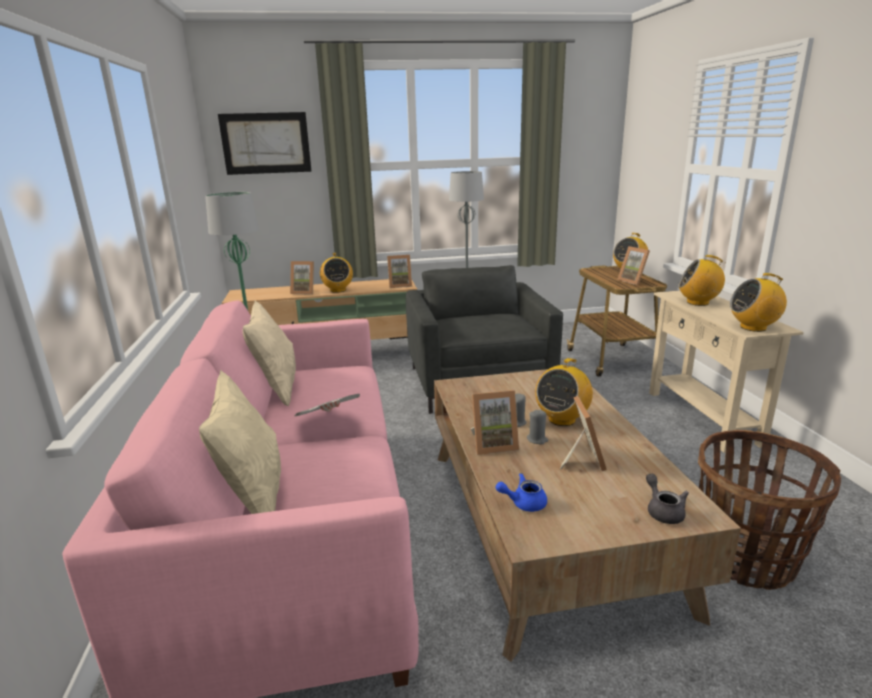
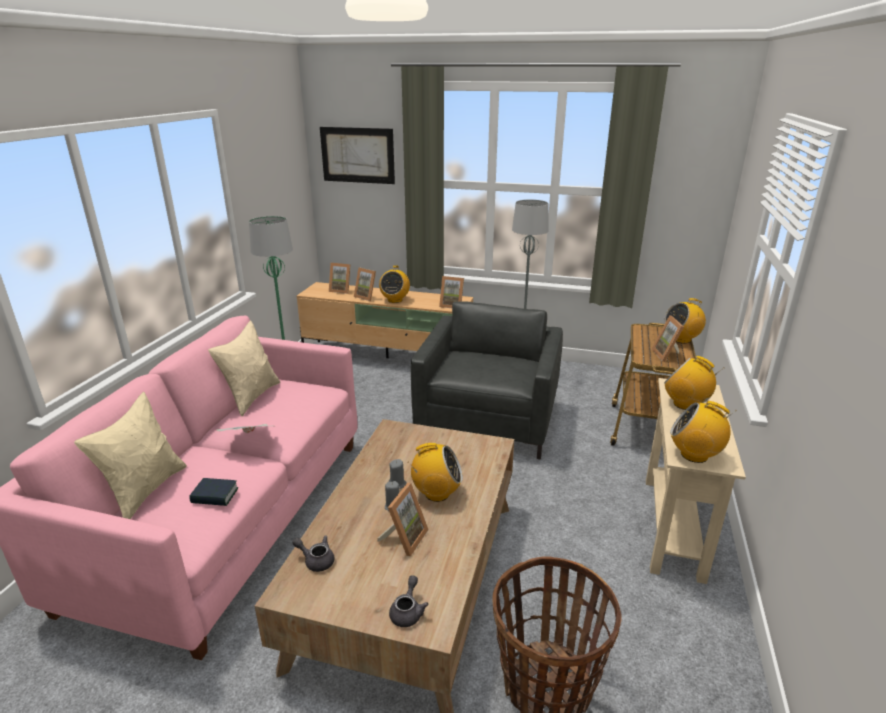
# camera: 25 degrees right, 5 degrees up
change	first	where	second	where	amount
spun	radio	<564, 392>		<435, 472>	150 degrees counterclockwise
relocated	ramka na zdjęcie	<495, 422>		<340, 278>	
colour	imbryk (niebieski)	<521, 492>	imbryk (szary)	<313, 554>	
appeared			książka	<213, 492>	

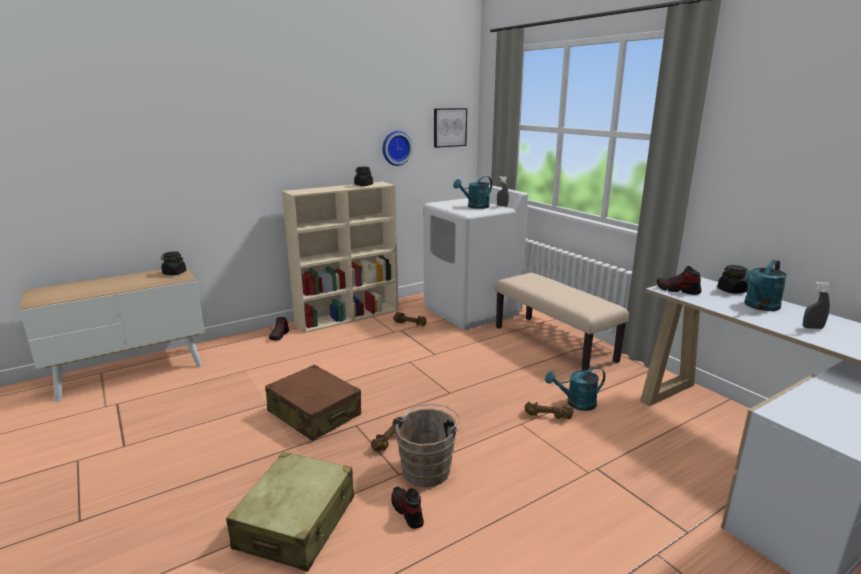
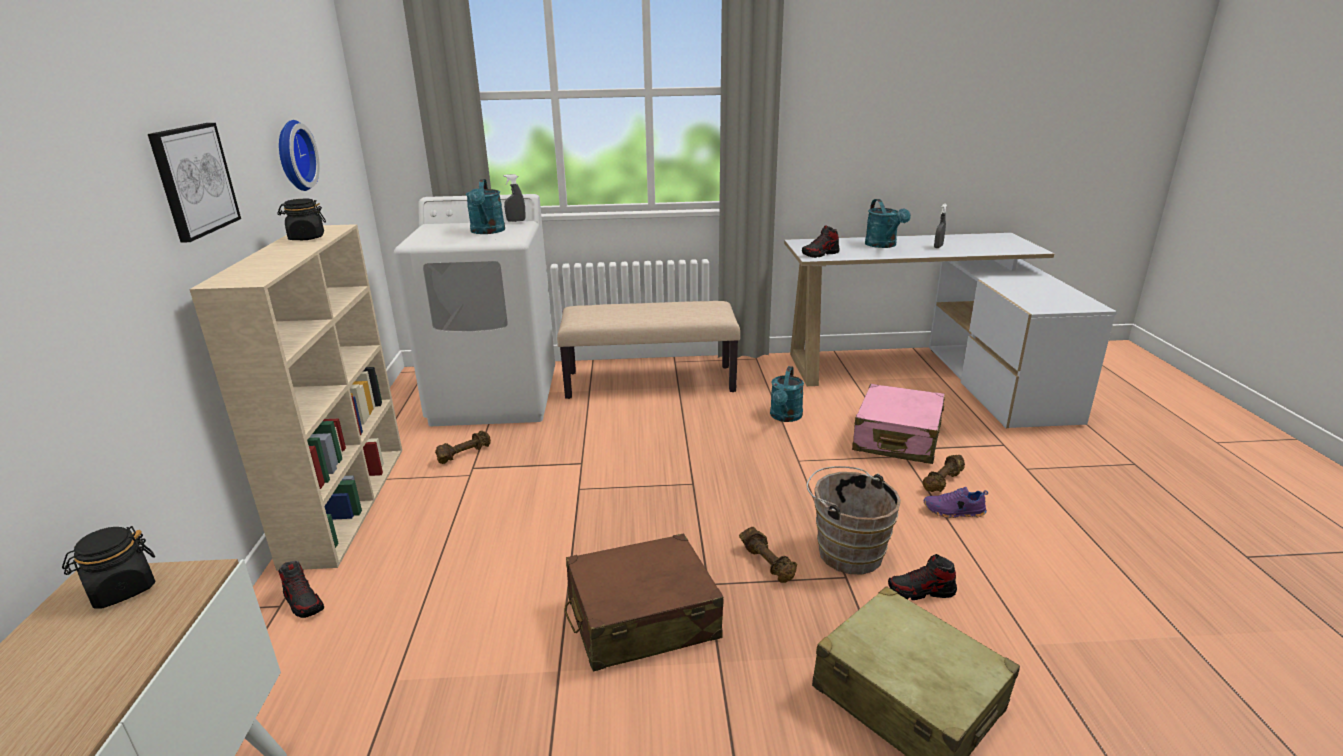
# camera: 60 degrees left, 5 degrees up
change	first	where	second	where	amount
relocated	obraz	<450, 128>		<194, 183>	
missing	słoik (czarny)	<732, 279>			
relocated	hantel (brązowy)	<549, 410>		<943, 473>	
appeared			walizka (różowy)	<898, 424>	
appeared			but (fioletowy)	<956, 502>	

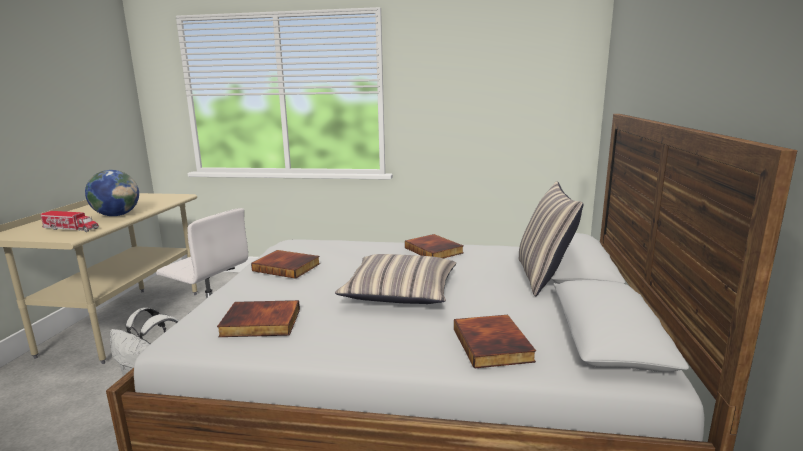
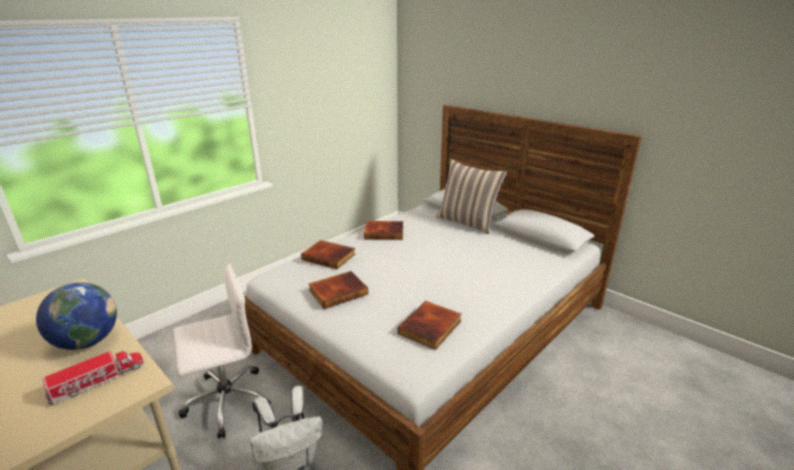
# camera: 55 degrees left, 10 degrees up
change	first	where	second	where	amount
missing	poduszka	<395, 279>			
relocated	książka	<495, 342>		<328, 254>	

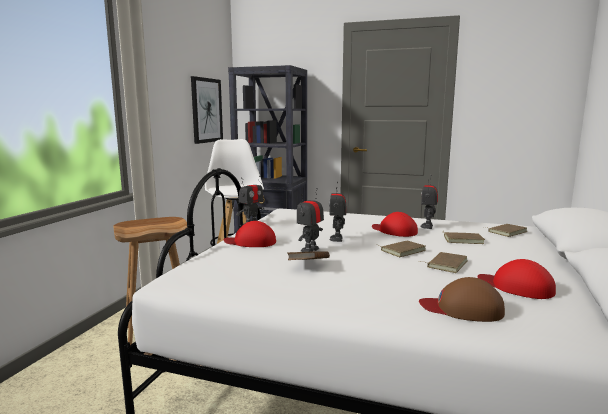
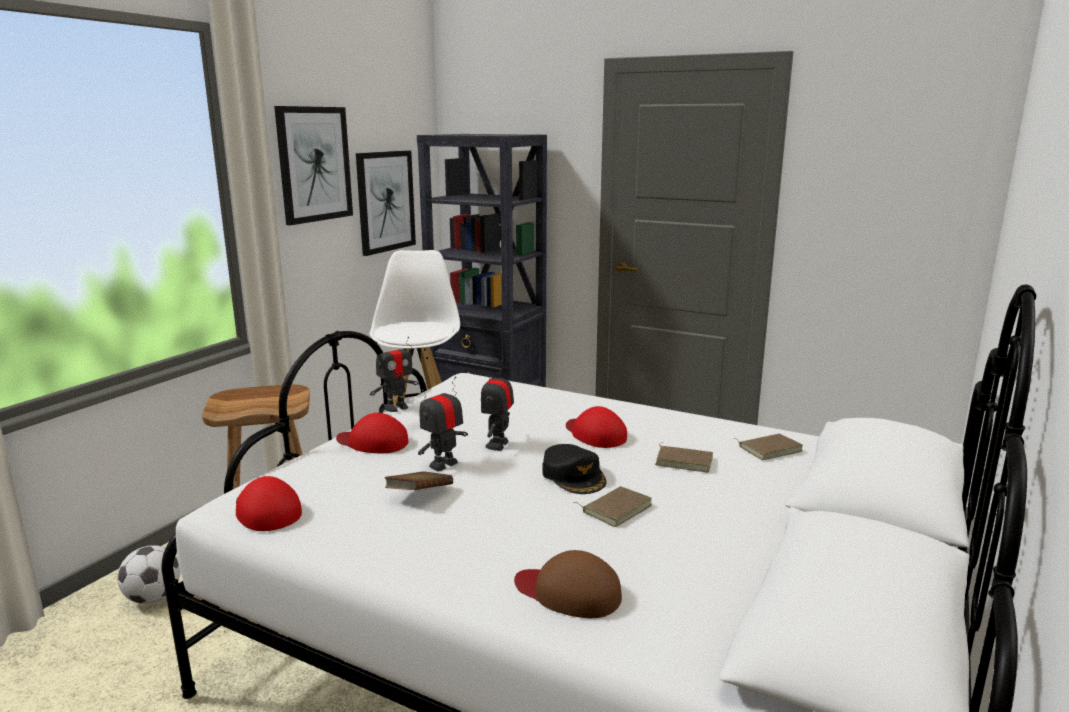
# camera: 10 degrees right, 5 degrees up
change	first	where	second	where	amount
missing	robot zabawkowy	<429, 202>			
exchanged	książka (brązowy)	<402, 249>	czapka z daszkiem (czarny)	<574, 469>	
relocated	czapka z daszkiem (czerwony)	<517, 279>		<269, 503>	
appeared			obraz	<313, 165>	
appeared			piłka futbolowa	<148, 574>	

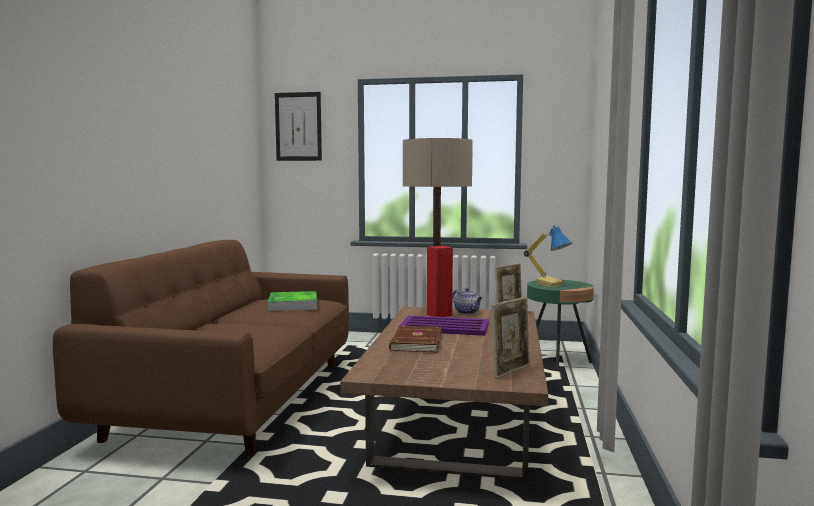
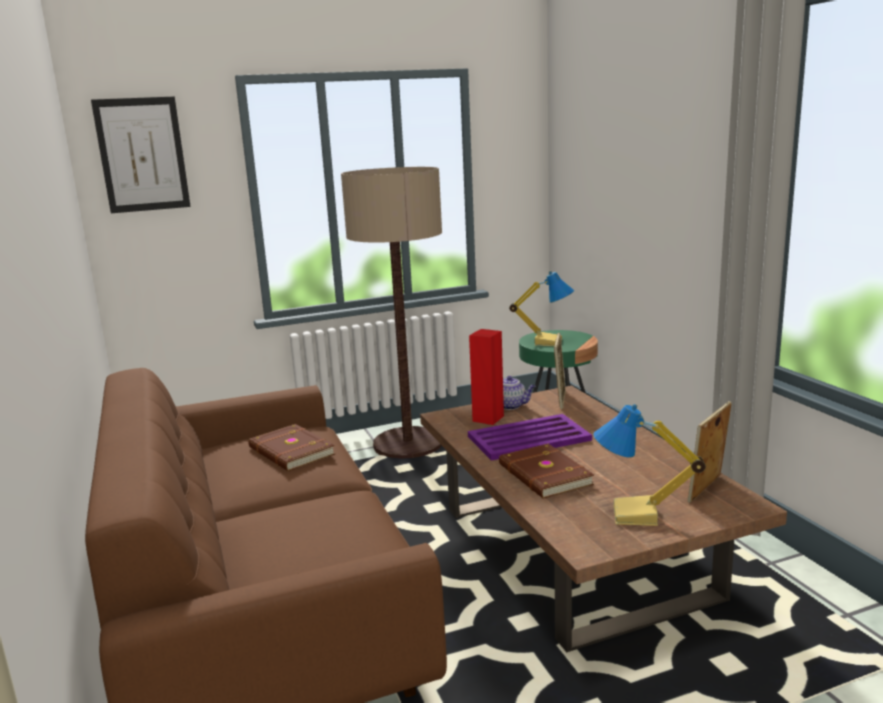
# camera: 30 degrees left, 10 degrees up
change	first	where	second	where	amount
exchanged	taca	<292, 301>	książka (brązowy)	<291, 447>	
spun	ramka na zdjęcie	<510, 338>		<709, 452>	150 degrees counterclockwise
appeared			lampa stołowa	<649, 465>	

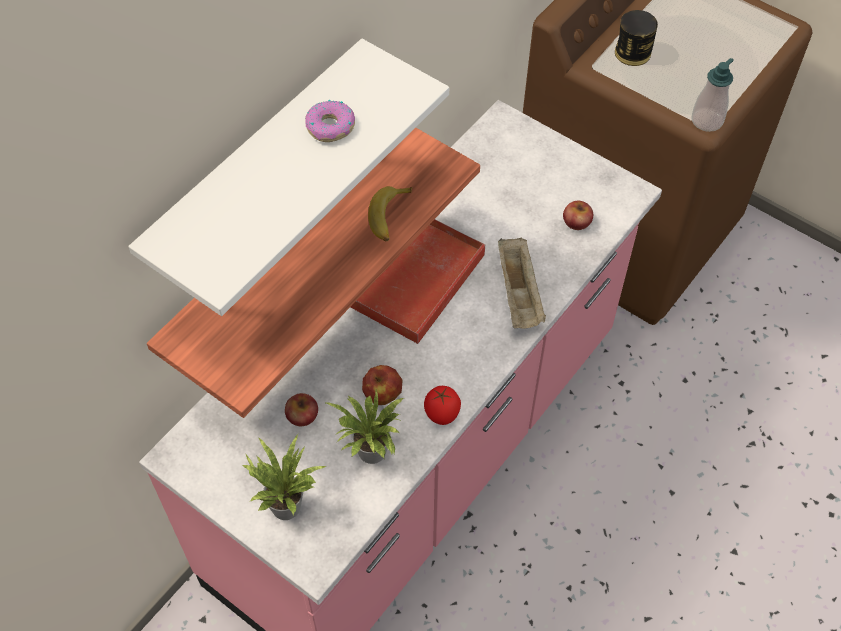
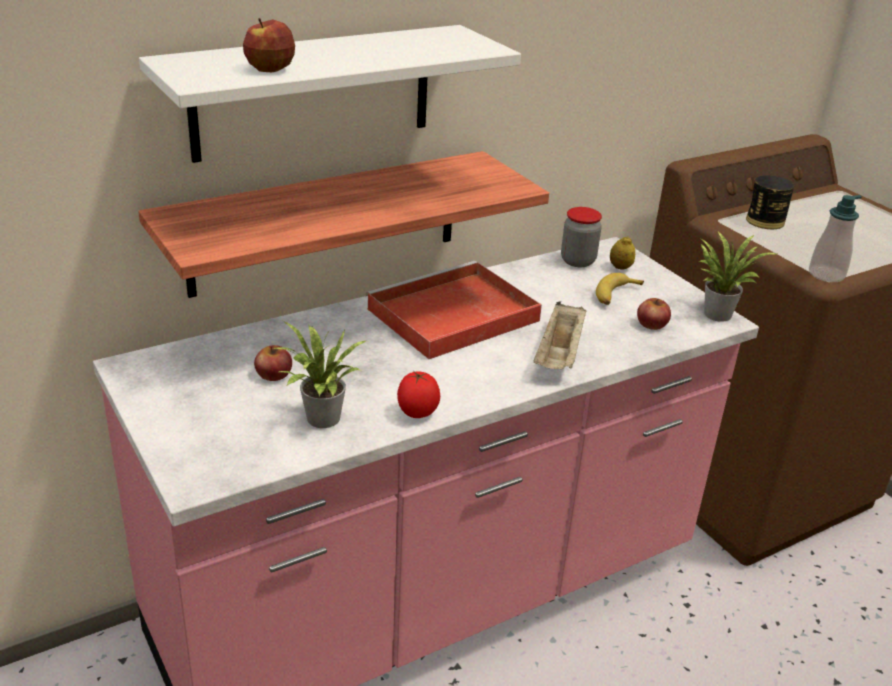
# camera: 20 degrees right, 25 degrees down
change	first	where	second	where	amount
missing	donut	<330, 121>			
relocated	banan	<390, 214>		<620, 289>	
relocated	jabłko	<382, 385>		<269, 45>	
relocated	roślina doniczkowa	<284, 477>		<738, 276>	
appeared			słoik	<581, 237>	
appeared			cytryna	<622, 253>	

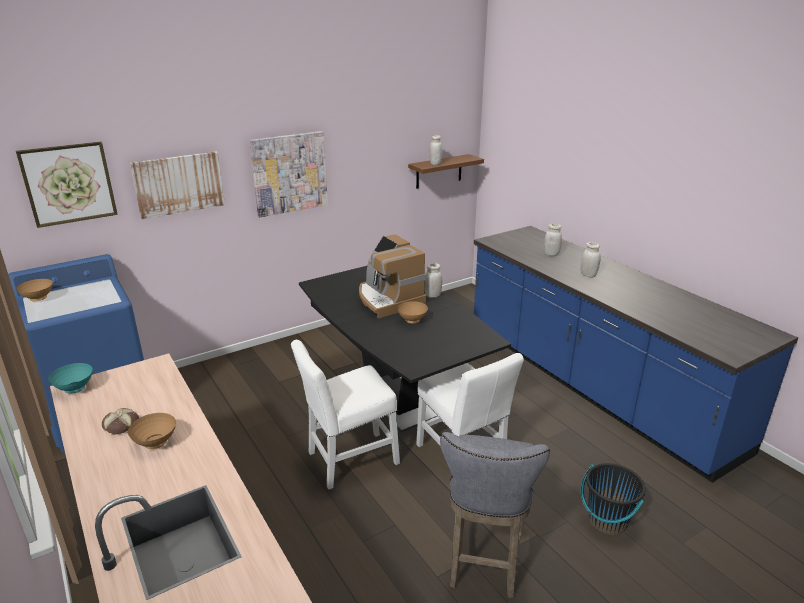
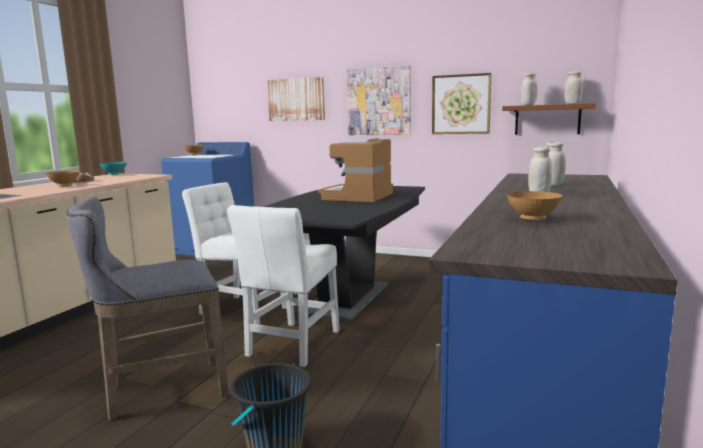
# camera: 55 degrees right, 15 degrees down
change	first	where	second	where	amount
relocated	obraz	<67, 185>		<462, 103>	
relocated	słoik (biały)	<433, 280>		<573, 87>	
relocated	miska (brązowy)	<412, 312>		<534, 205>	

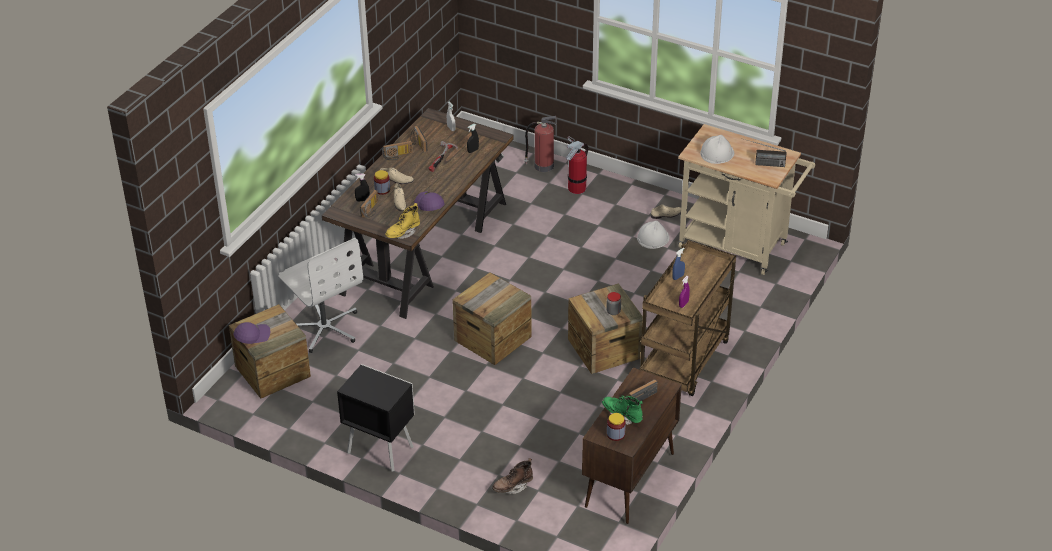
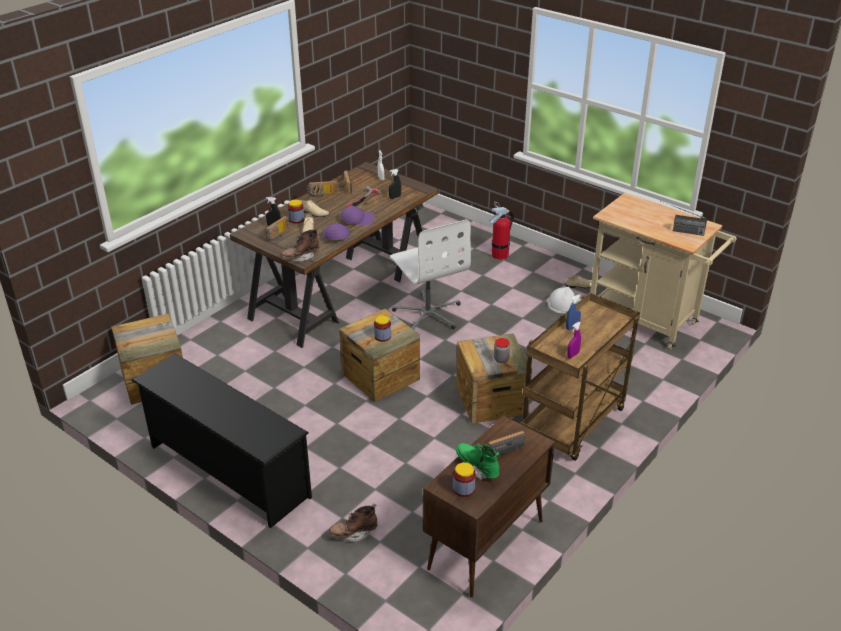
# camera: 10 degrees right, 5 degrees down
change	first	where	second	where	amount
missing	gaśnica	<540, 144>			
missing	kask (biały)	<717, 149>			
colour	but z cholewką (żółty)	<402, 221>	but z cholewką (brązowy)	<300, 245>	
relocated	krzesło biurowe (biały)	<320, 295>		<430, 274>	
relocated	czapka z daszkiem (fioletowy)	<252, 333>		<357, 215>	
exchanged	szafka nocna (czarny)	<376, 418>	regał na buty (czarny)	<221, 440>	
appeared			słoik	<382, 328>	

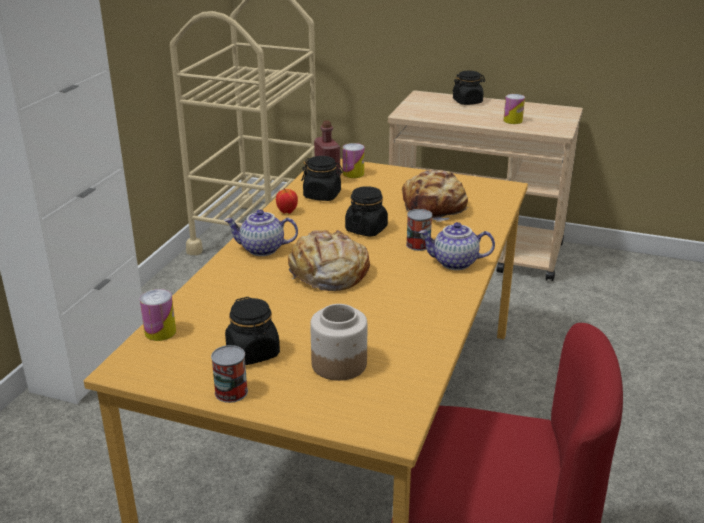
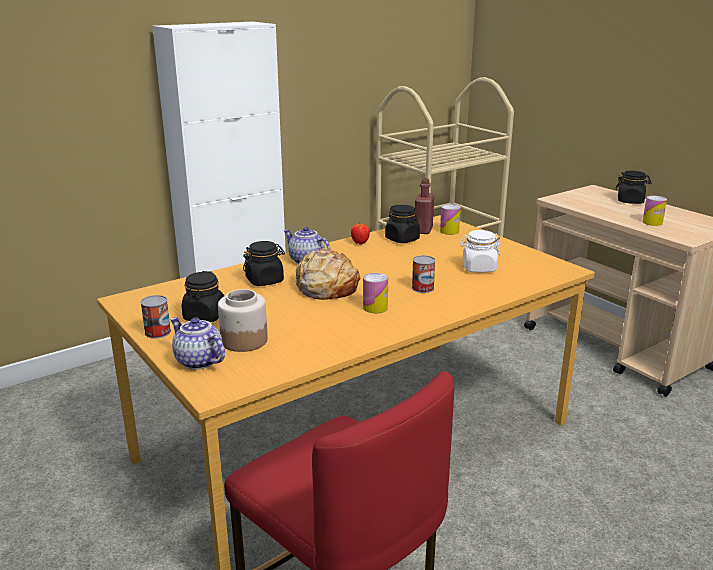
# camera: 35 degrees right, 5 degrees down
change	first	where	second	where	amount
exchanged	chleb	<435, 196>	słoik (biały)	<480, 251>	
relocated	słoik (czarny)	<366, 211>		<264, 263>	
relocated	imbryk	<457, 246>		<197, 343>	
relocated	puszka	<158, 315>		<375, 293>	

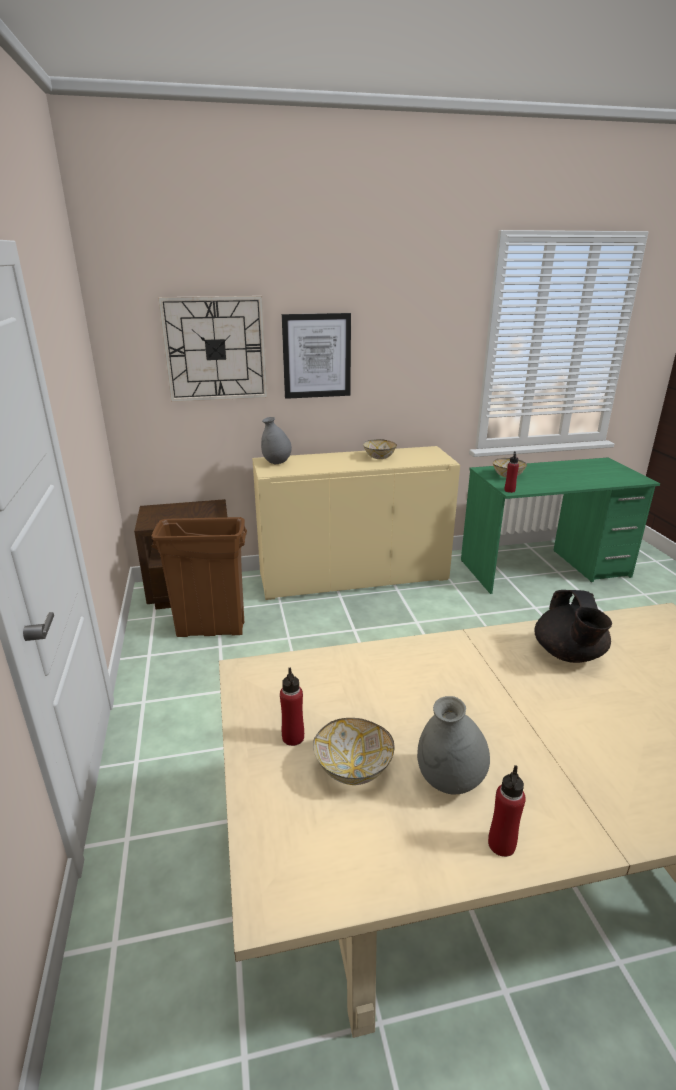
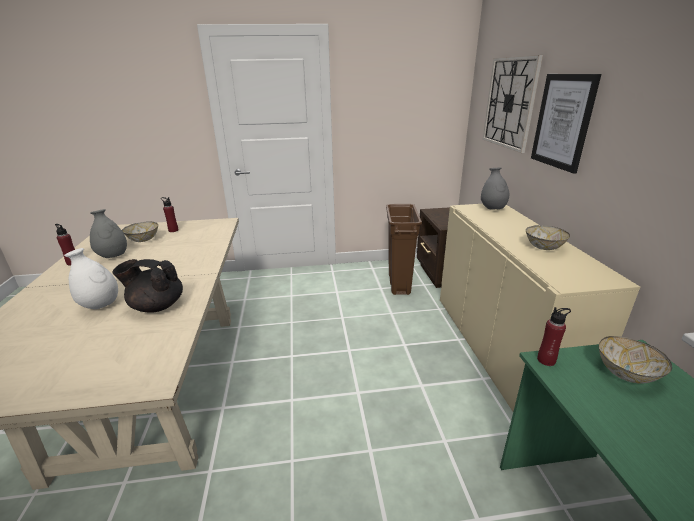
# camera: 95 degrees right, 0 degrees up
change	first	where	second	where	amount
appeared			wazon (biały)	<91, 278>	

